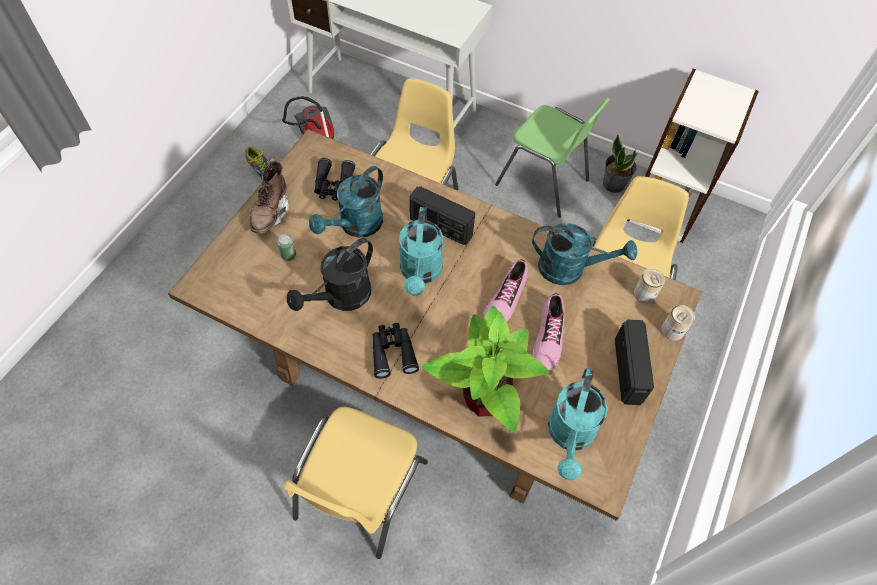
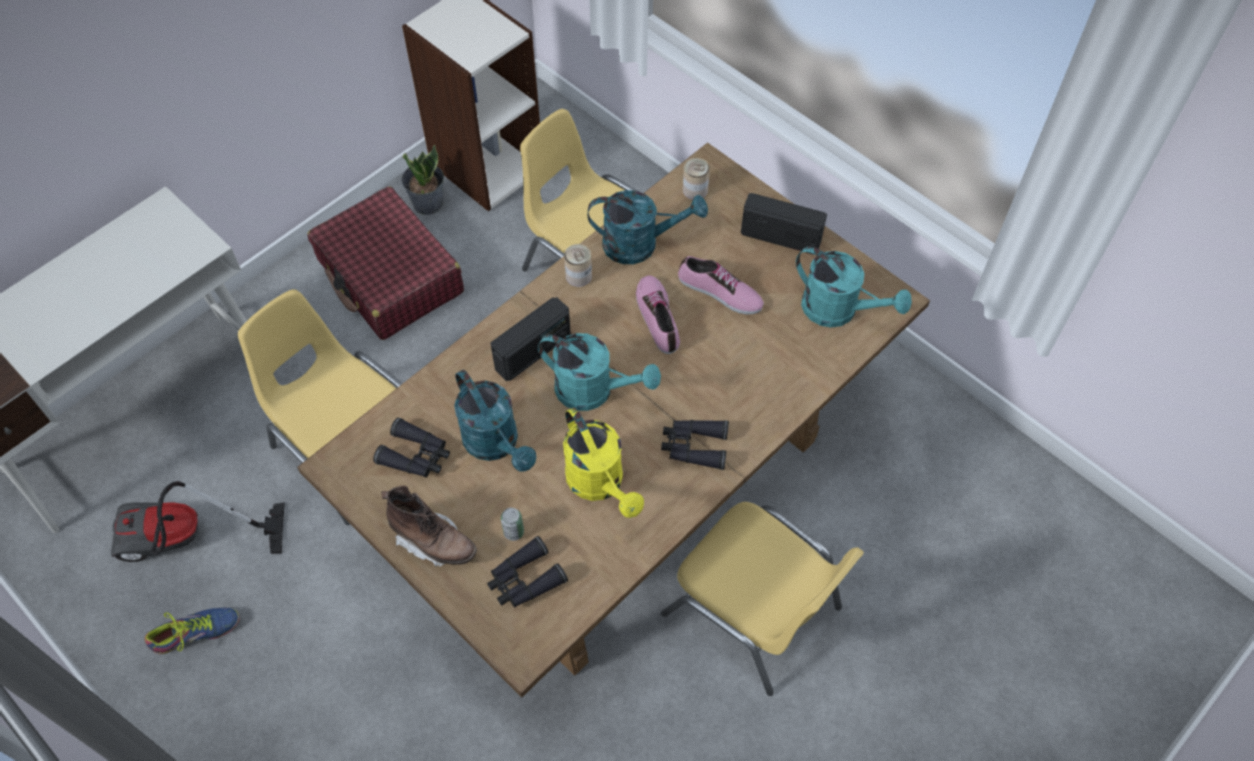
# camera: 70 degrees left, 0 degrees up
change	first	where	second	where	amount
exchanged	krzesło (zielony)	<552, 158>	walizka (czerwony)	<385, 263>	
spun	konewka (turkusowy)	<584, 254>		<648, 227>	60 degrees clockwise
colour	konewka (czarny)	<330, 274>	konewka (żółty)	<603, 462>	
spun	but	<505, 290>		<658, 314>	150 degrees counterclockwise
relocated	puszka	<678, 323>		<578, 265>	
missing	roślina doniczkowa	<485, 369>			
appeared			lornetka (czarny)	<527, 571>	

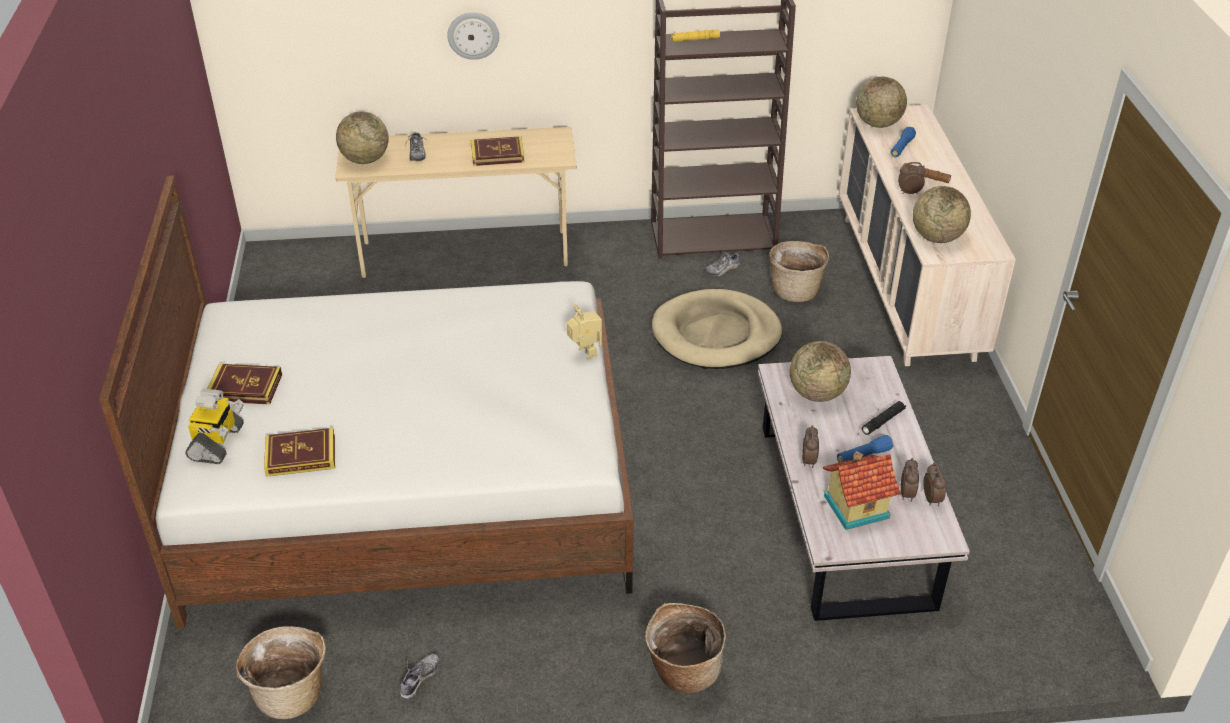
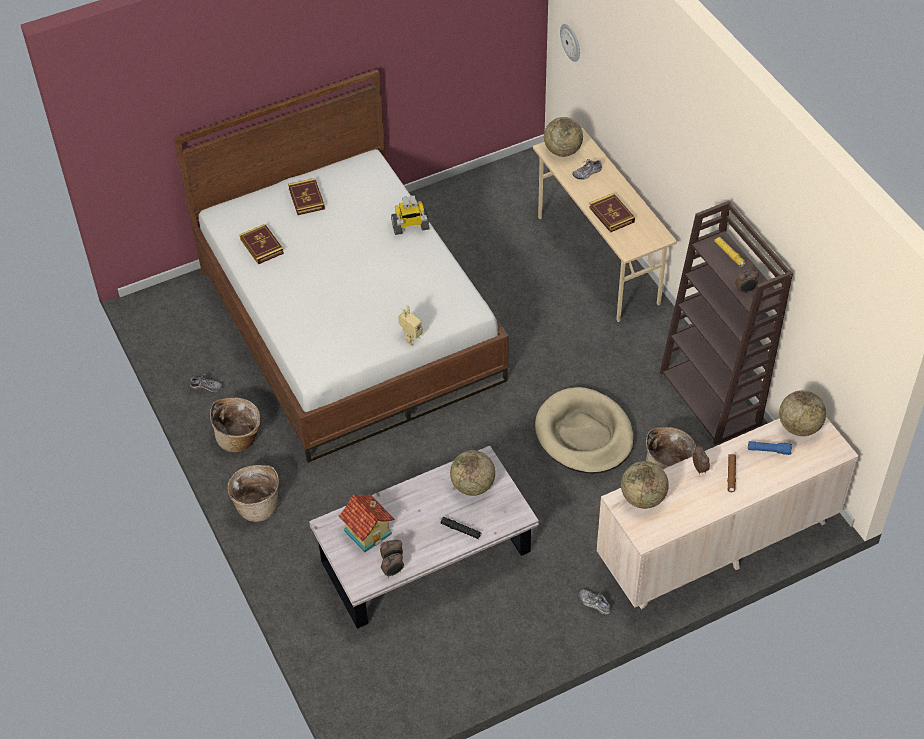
# camera: 70 degrees right, 10 degrees up
change	first	where	second	where	amount
relocated	zegar ścienny	<473, 36>		<570, 43>	
relocated	but	<722, 263>		<595, 602>	
relocated	robot zabawkowy	<214, 426>		<410, 215>	
relocated	budzik	<810, 446>		<747, 281>	
missing	latarka (niebieski)	<865, 449>			
relocated	koszyk	<281, 672>		<235, 424>	

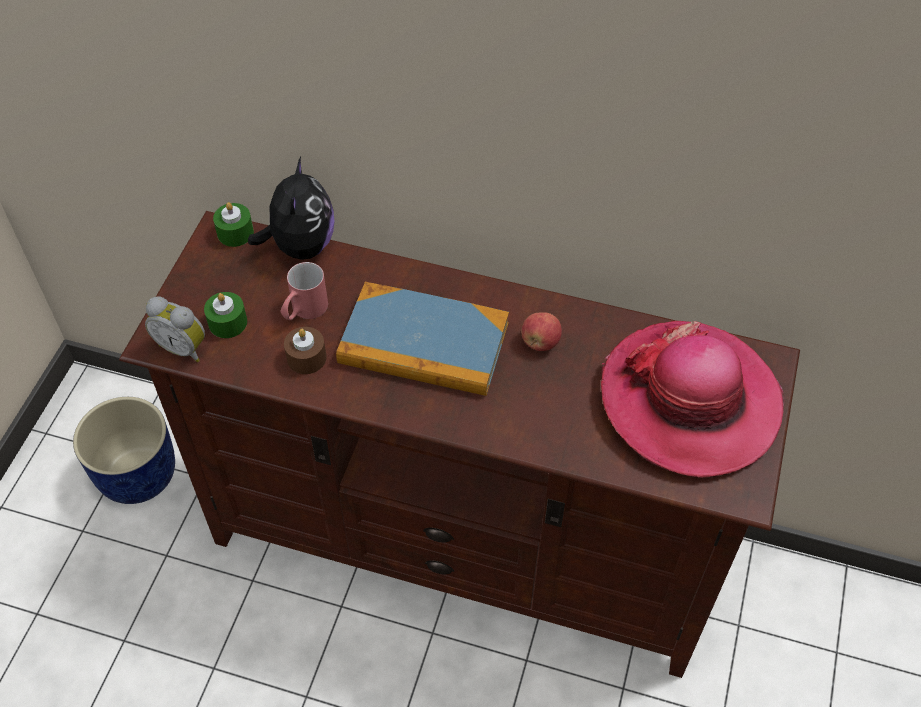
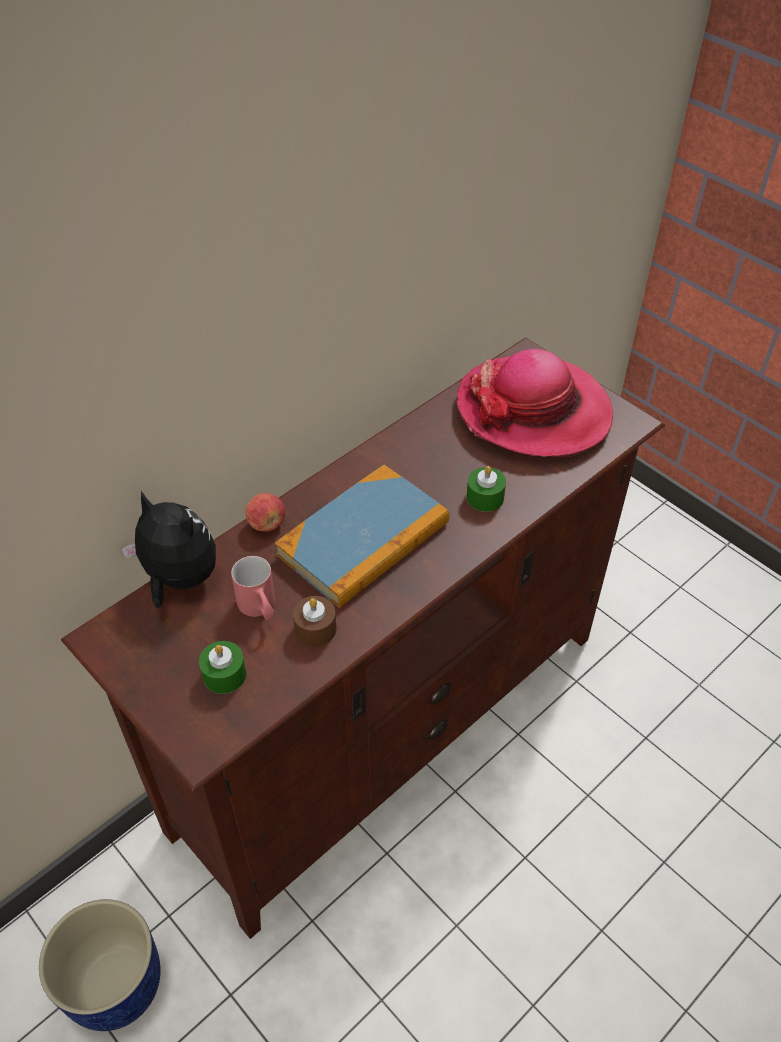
# camera: 60 degrees left, 5 degrees down
change	first	where	second	where	amount
relocated	świeca (zielony)	<233, 224>		<486, 489>	
missing	budzik	<175, 329>			
relocated	jabłko	<541, 331>		<265, 512>	

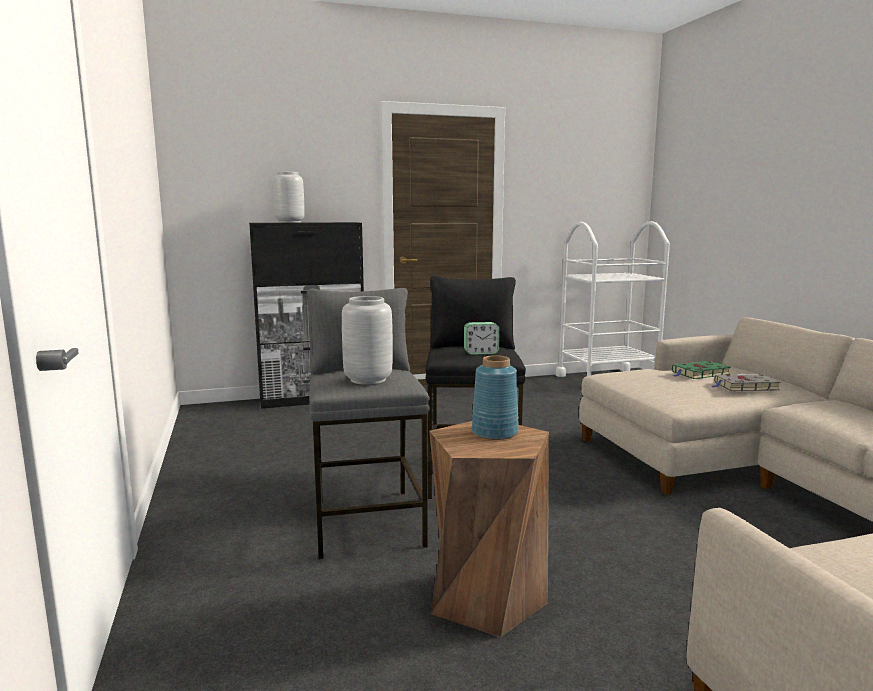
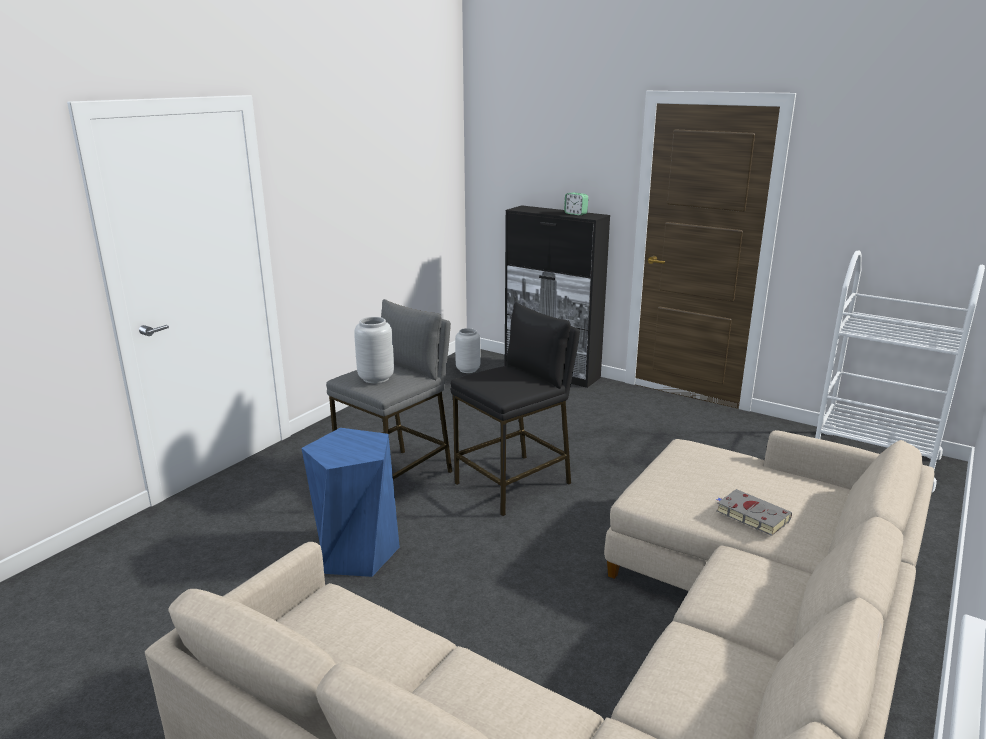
# camera: 50 degrees right, 10 degrees up
change	first	where	second	where	amount
relocated	wazon (szary)	<289, 197>		<468, 350>	
relocated	budzik	<481, 338>		<576, 204>	
missing	wazon (niebieski)	<495, 397>			
missing	książka (zielony)	<701, 370>			
colour	stołek (brązowy)	<489, 529>	stołek (niebieski)	<351, 502>	

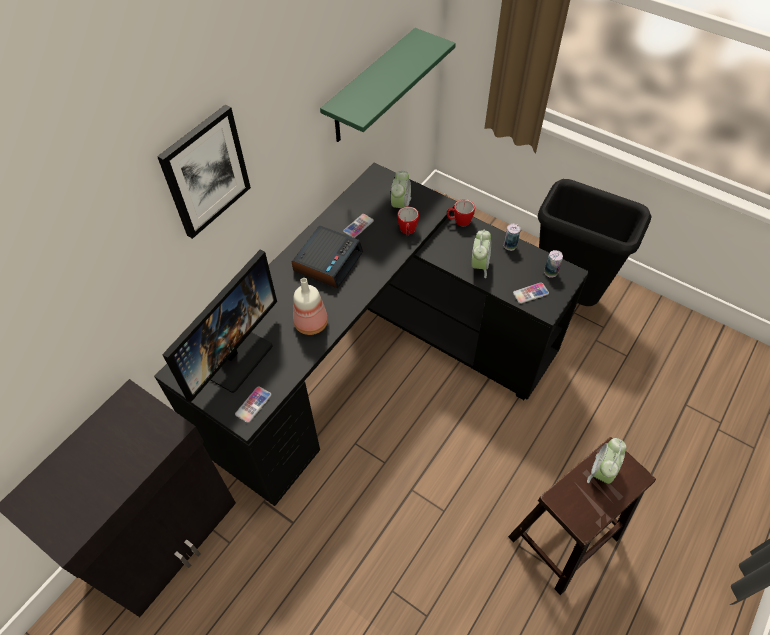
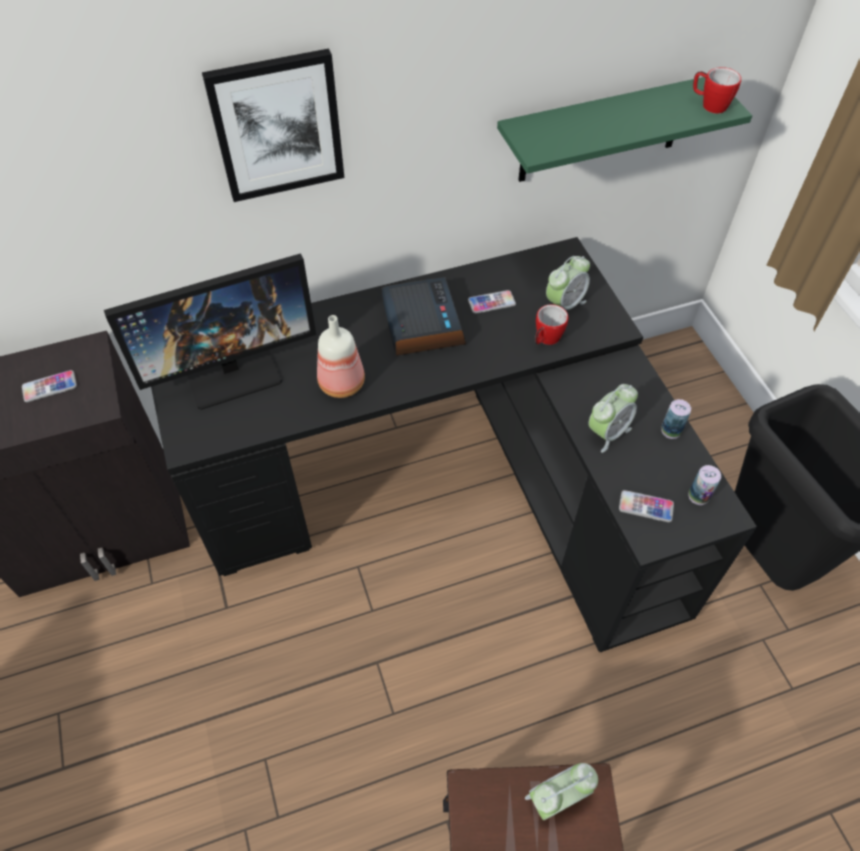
# camera: 35 degrees right, 0 degrees up
change	first	where	second	where	amount
relocated	kubek	<461, 212>		<717, 90>	
spun	budzik	<327, 257>		<424, 316>	75 degrees counterclockwise
relocated	telefon	<253, 404>		<49, 386>	

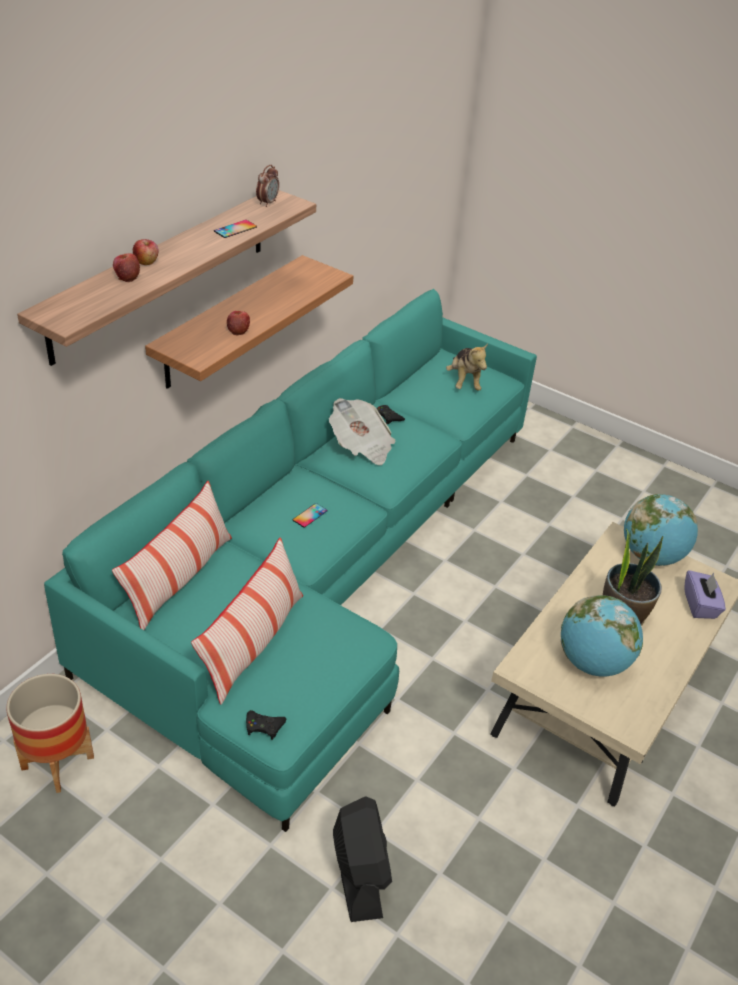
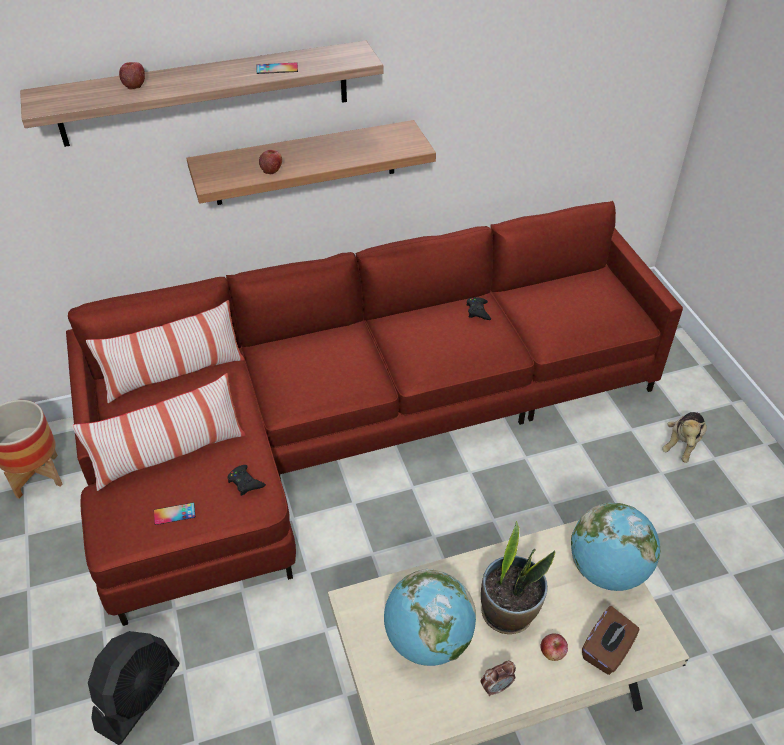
# camera: 40 degrees right, 5 degrees up
change	first	where	second	where	amount
relocated	budzik	<267, 186>		<498, 678>	
relocated	jabłko	<146, 252>		<554, 647>	
colour	kanapa (turkusowy)	<290, 560>	kanapa (czerwony)	<374, 413>	
relocated	pluszak	<467, 367>		<684, 437>	
missing	gazeta	<362, 431>			
relocated	telefon	<310, 515>		<174, 513>	
colour	pudełko chusteczek (fioletowy)	<705, 594>	pudełko chusteczek (brązowy)	<611, 640>	
relocated	pad do gier (czarny)	<266, 725>		<246, 480>	

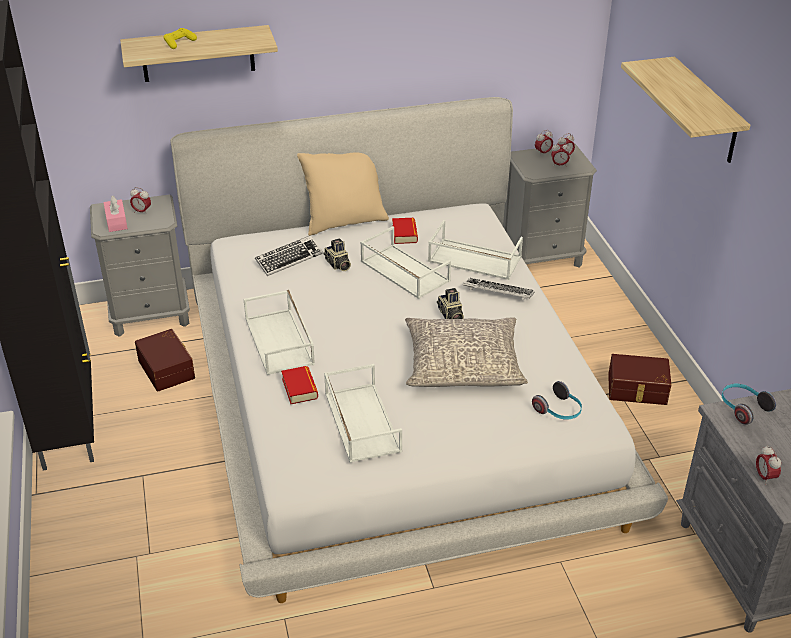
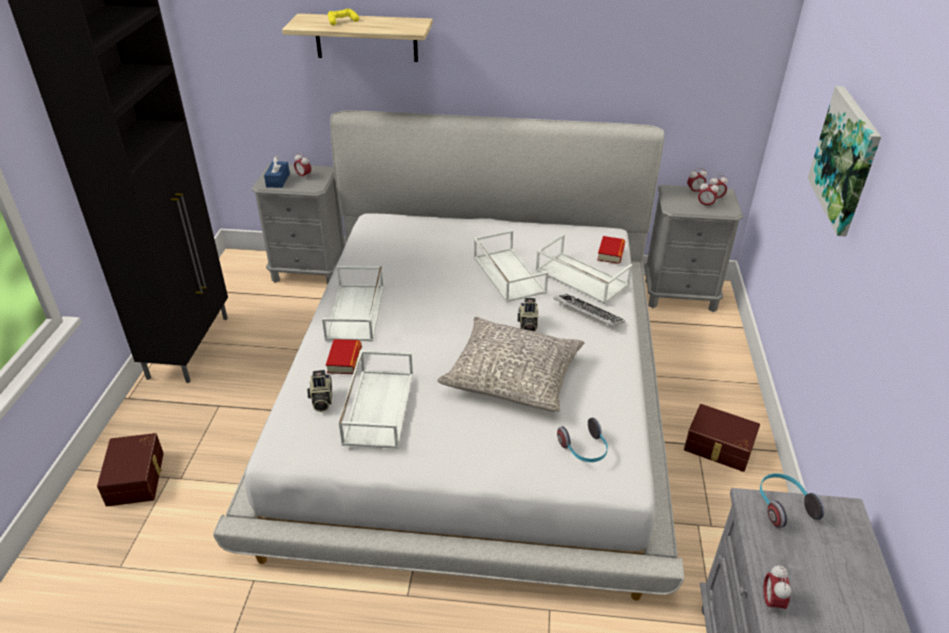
# camera: 20 degrees right, 0 degrees up
change	first	where	second	where	amount
exchanged	półka	<685, 110>	obraz	<844, 161>	
missing	poduszka (beżowy)	<343, 194>			
colour	pudełko chusteczek (różowy)	<115, 213>	pudełko chusteczek (niebieski)	<277, 172>	
relocated	książka	<405, 231>		<611, 250>	
missing	klawiatura	<289, 255>			
relocated	aparat fotograficzny	<337, 254>		<319, 391>	
relocated	pojemnik do przechowywania (brązowy)	<165, 360>		<130, 469>	

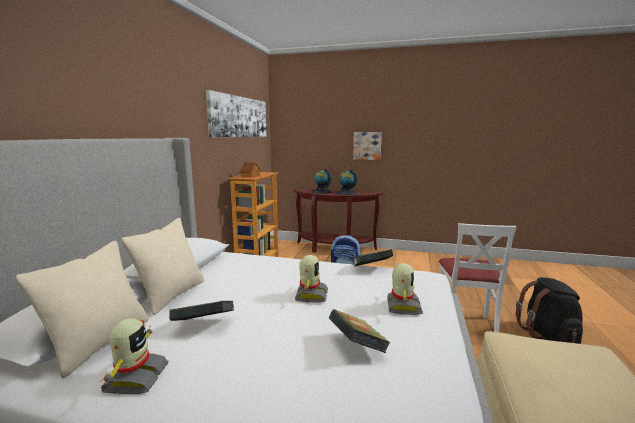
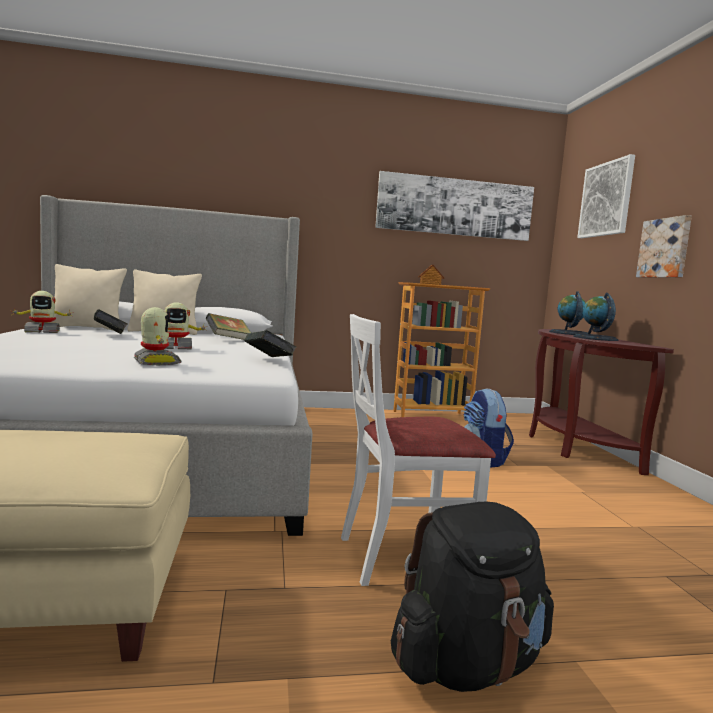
# camera: 65 degrees right, 5 degrees down
change	first	where	second	where	amount
spun	robot zabawkowy	<405, 289>		<158, 336>	105 degrees counterclockwise
relocated	książka	<359, 331>		<228, 326>	
appeared			obraz	<606, 196>	

